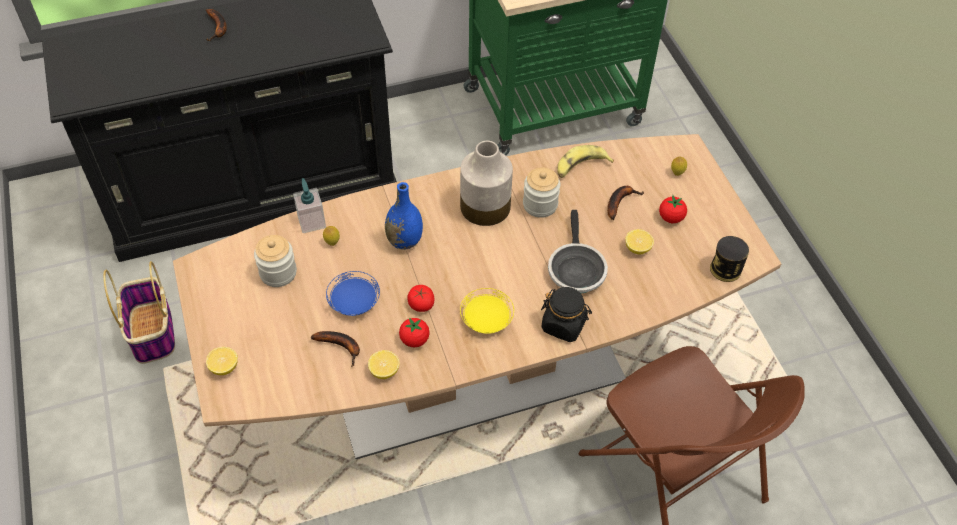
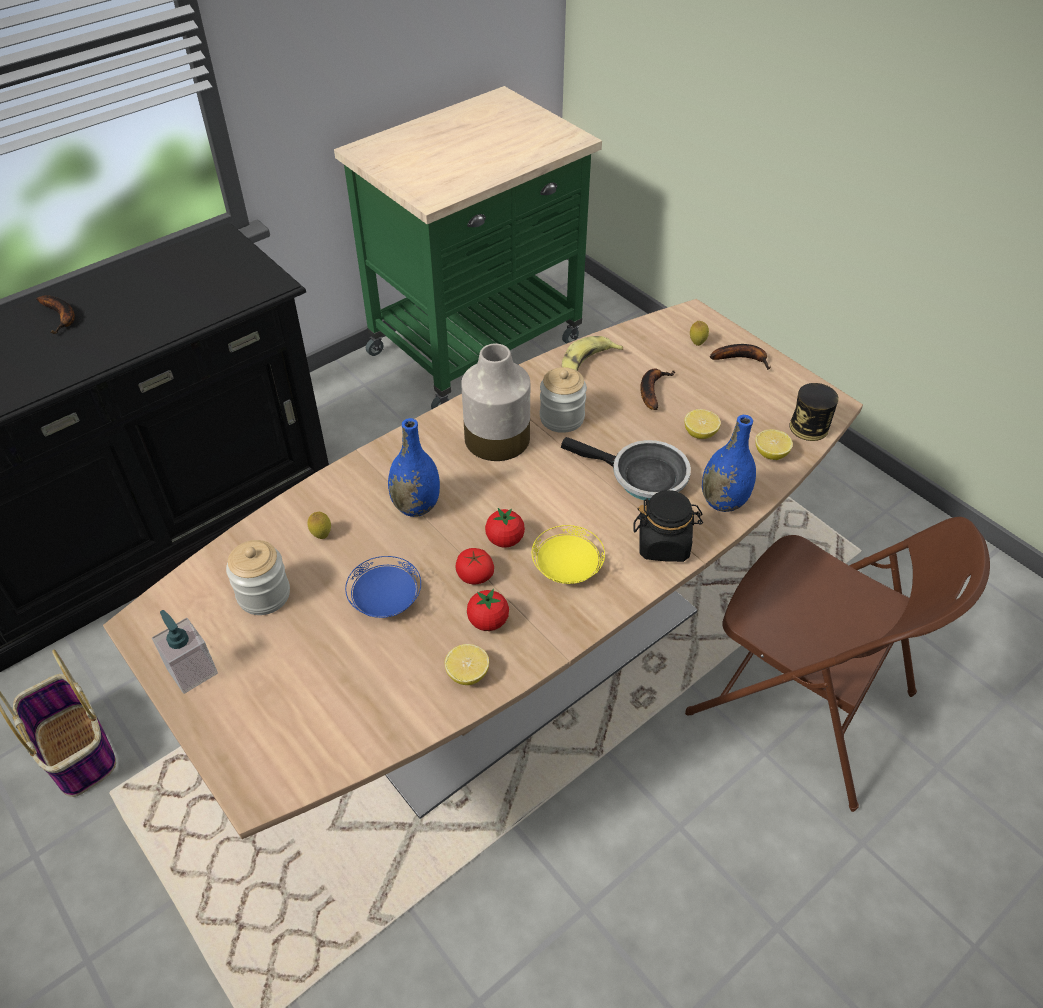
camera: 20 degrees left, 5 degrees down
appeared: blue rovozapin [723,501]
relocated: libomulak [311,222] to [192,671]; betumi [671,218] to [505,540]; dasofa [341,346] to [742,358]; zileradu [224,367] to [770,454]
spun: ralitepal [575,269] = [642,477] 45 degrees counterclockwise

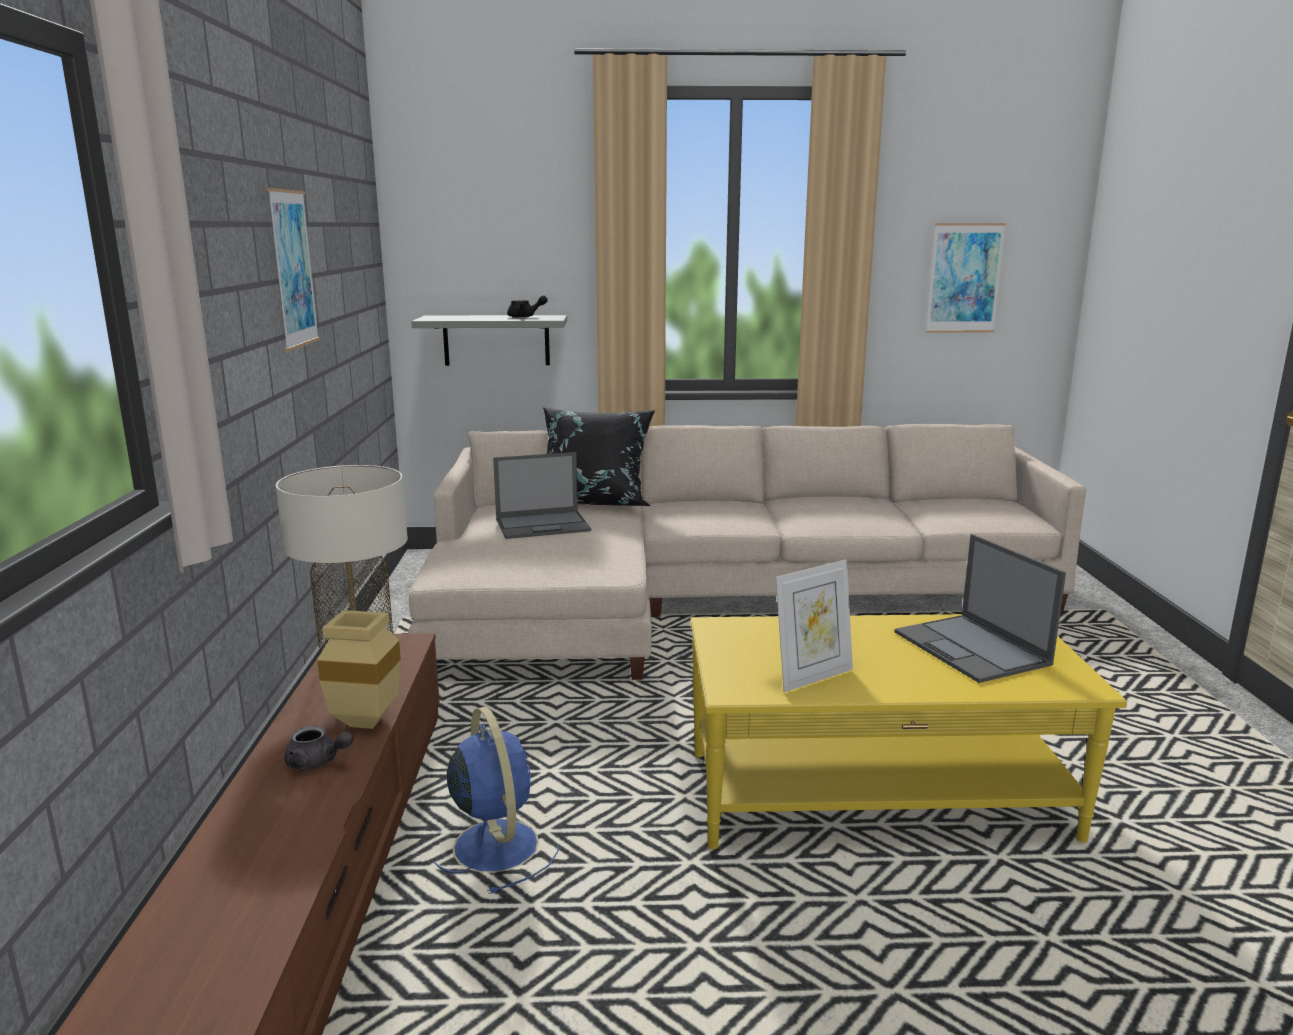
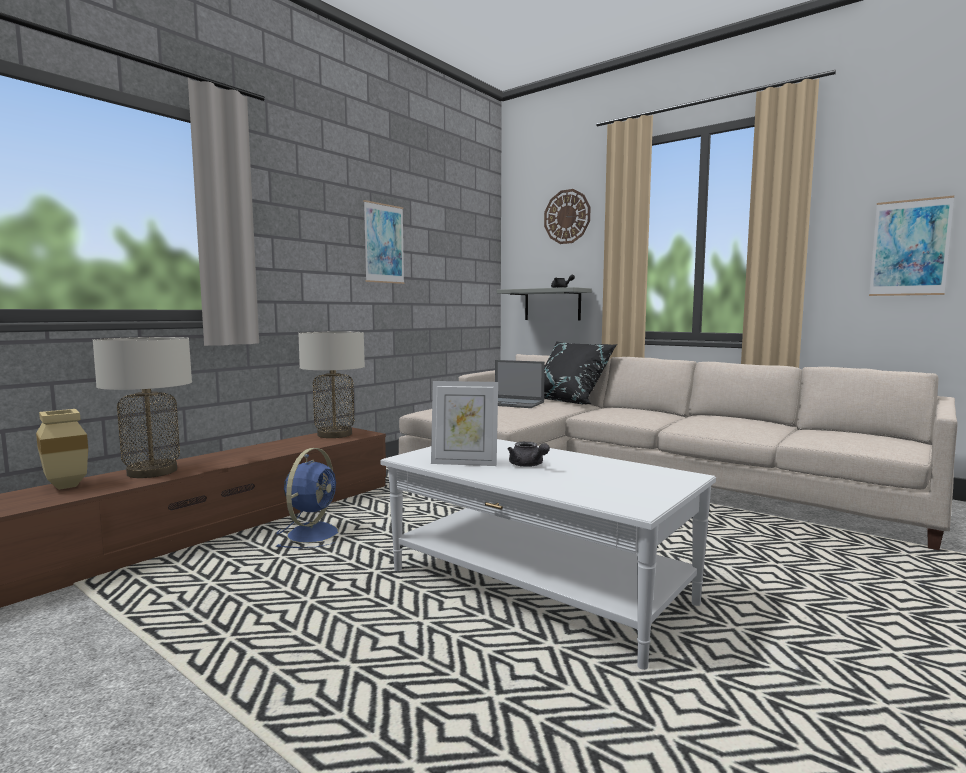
camera: 40 degrees right, 10 degrees down
missing: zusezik [972,649]
appeared: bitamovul [152,472]; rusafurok [567,217]
relocated: beige rovozapin [361,723] to [64,486]; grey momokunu [317,762] to [528,465]
colour: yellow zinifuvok [878,796] to white zinifuvok [539,587]

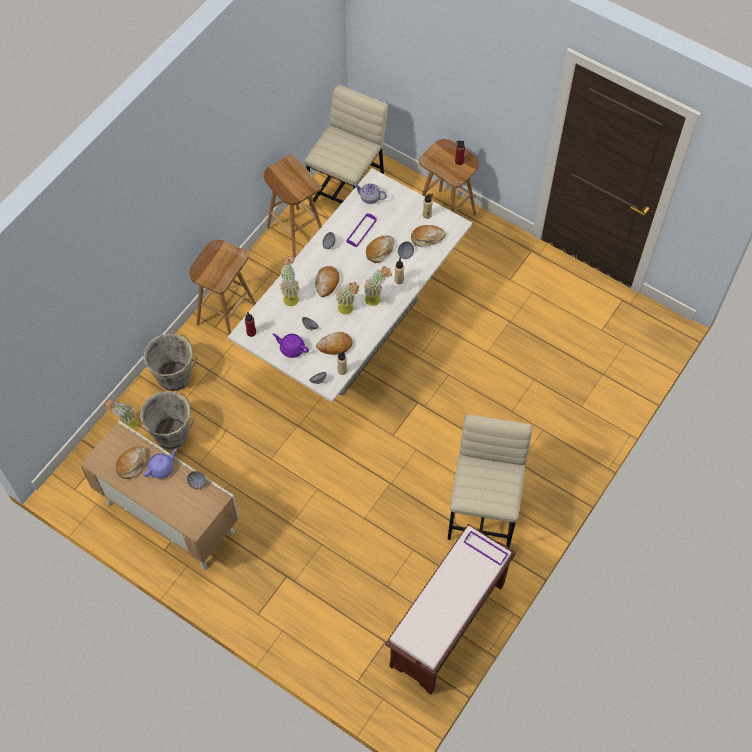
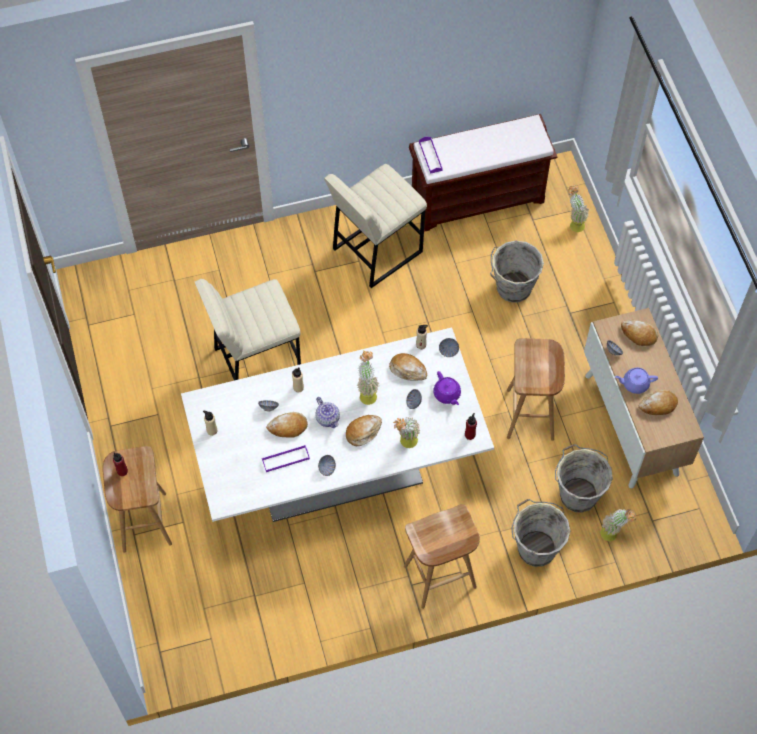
camera: 140 degrees left, 0 degrees up
appeared: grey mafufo [512,289]
relocated: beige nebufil [348,192] to [255,363]; momokunu [370,198] to [328,418]; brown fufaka [295,232] to [531,415]; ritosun [377,299] to [574,223]; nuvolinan [427,238] to [638,334]

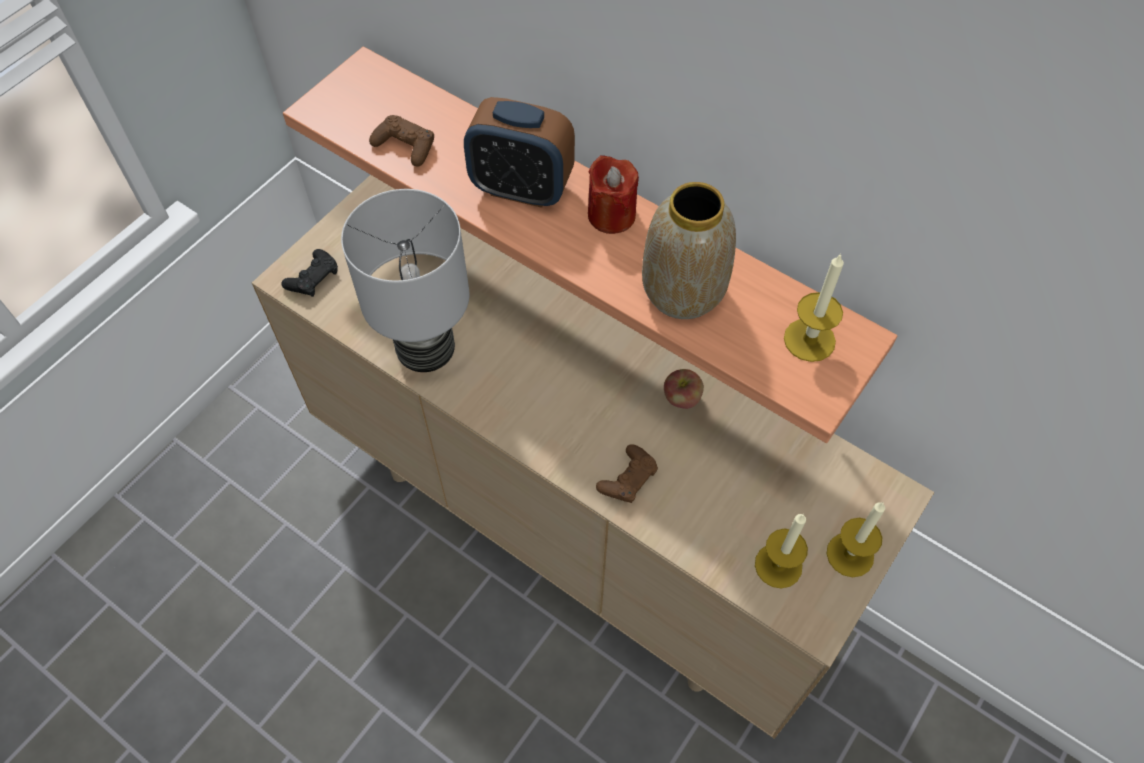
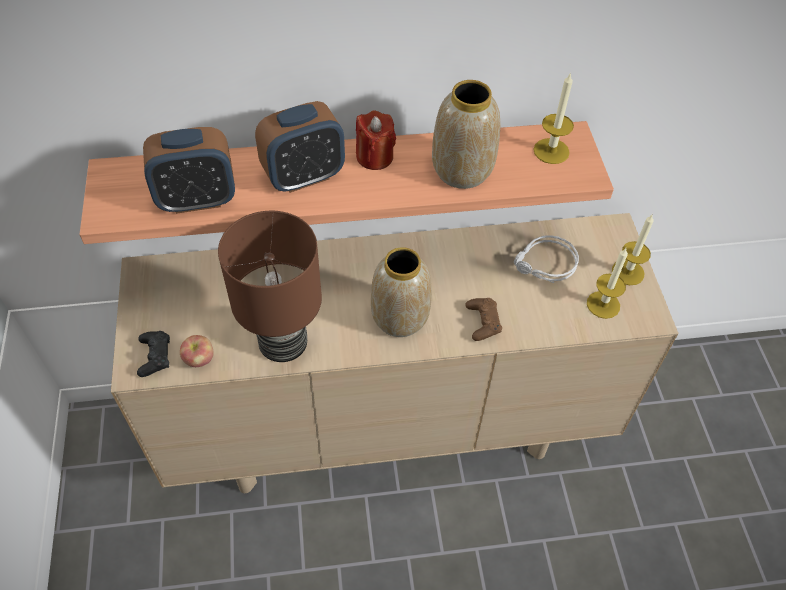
camera: 45 degrees left, 5 degrees down
appeared: rovozapin [400,317]; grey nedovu [545,265]
relocated: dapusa [682,398] to [199,359]
exchanged: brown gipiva [405,146] to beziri [197,199]
colour: grey bitamovul [425,347] to brown bitamovul [282,342]

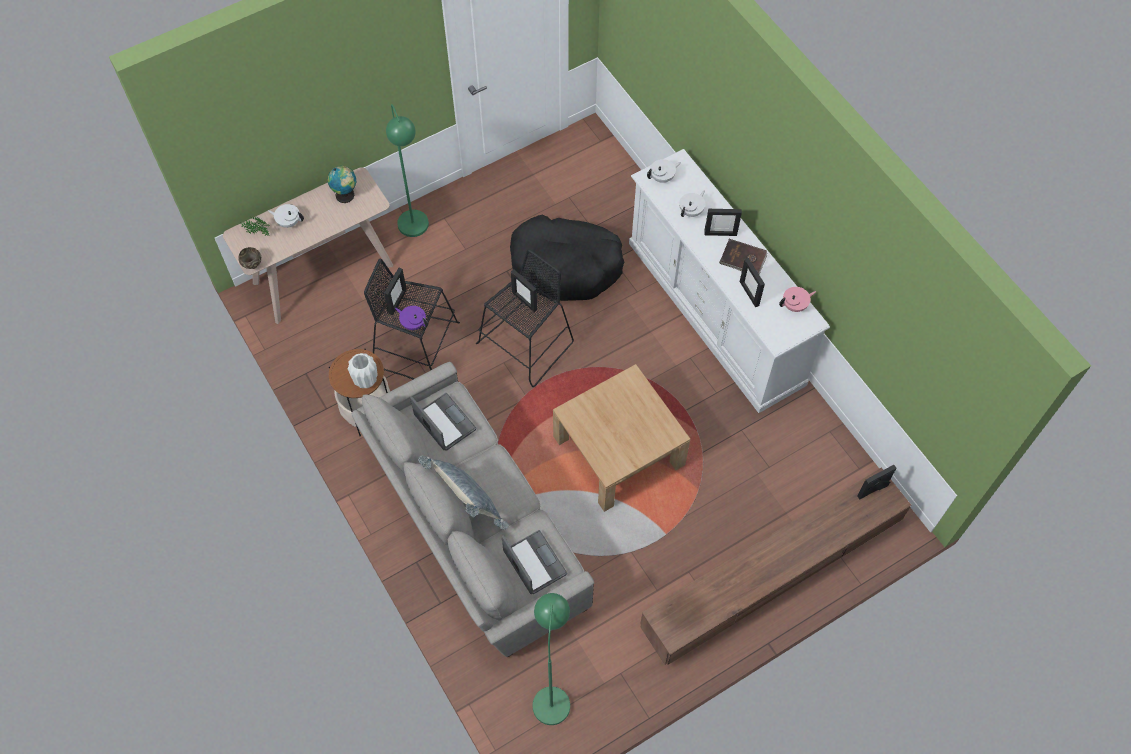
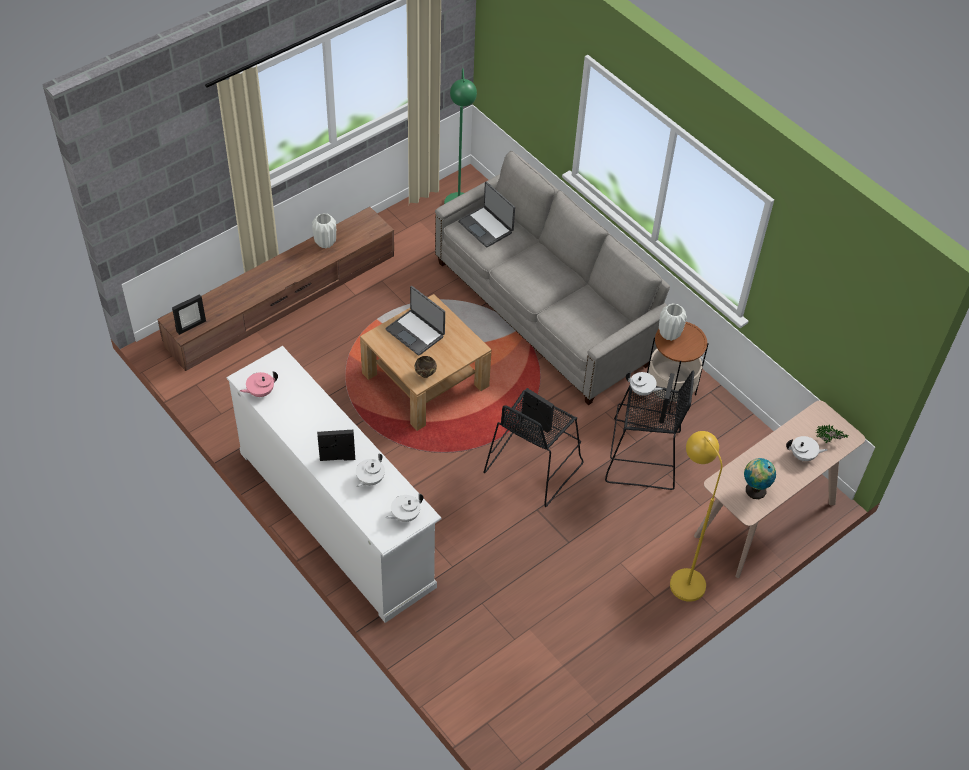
camera: 170 degrees right, 10 degrees down
missing: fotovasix [466,509]; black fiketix [566,265]; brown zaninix [743,259]; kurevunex [750,293]
appeared: white rovozapin [325,243]
relocated: zusezik [444,423] to [416,332]; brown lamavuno [252,265] to [425,374]
colour: purple momokunu [413,323] to white momokunu [642,391]; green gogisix [416,232] to yellow gogisix [681,577]

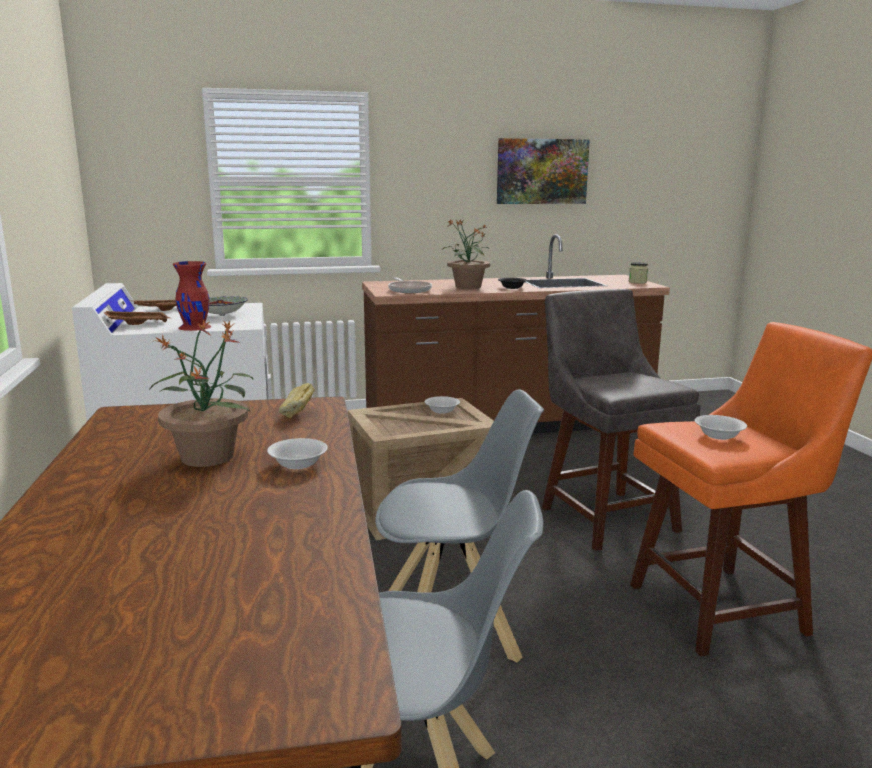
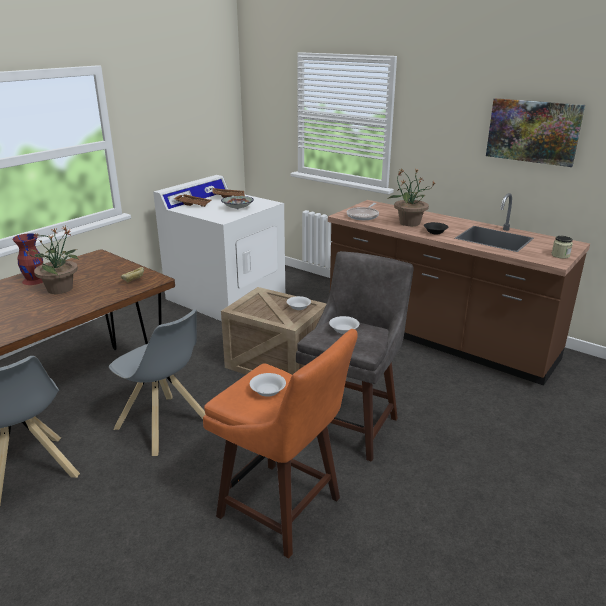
camera: 50 degrees right, 10 degrees up
relocated: red rovozapin [195,327] to [35,280]; white lamavuno [297,464] to [343,330]

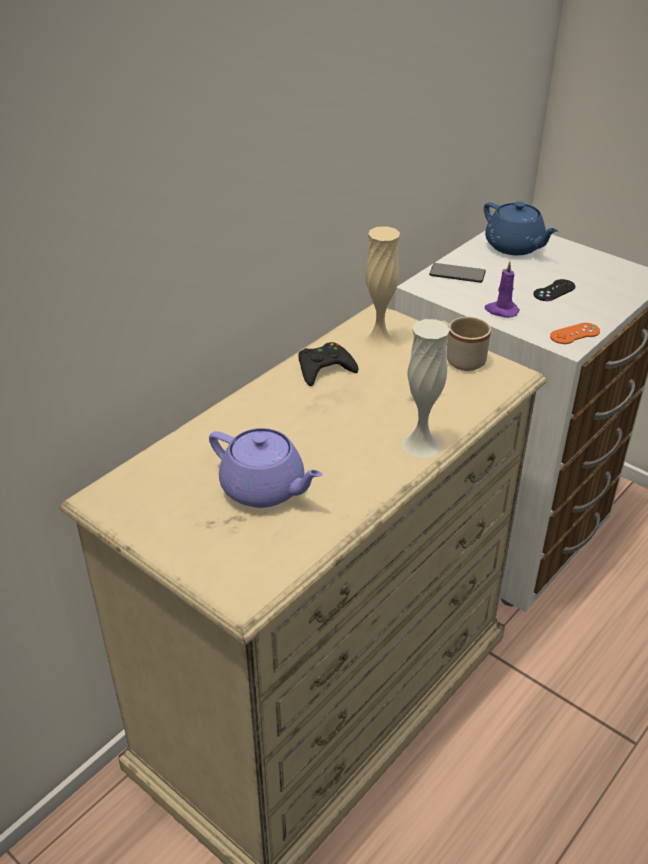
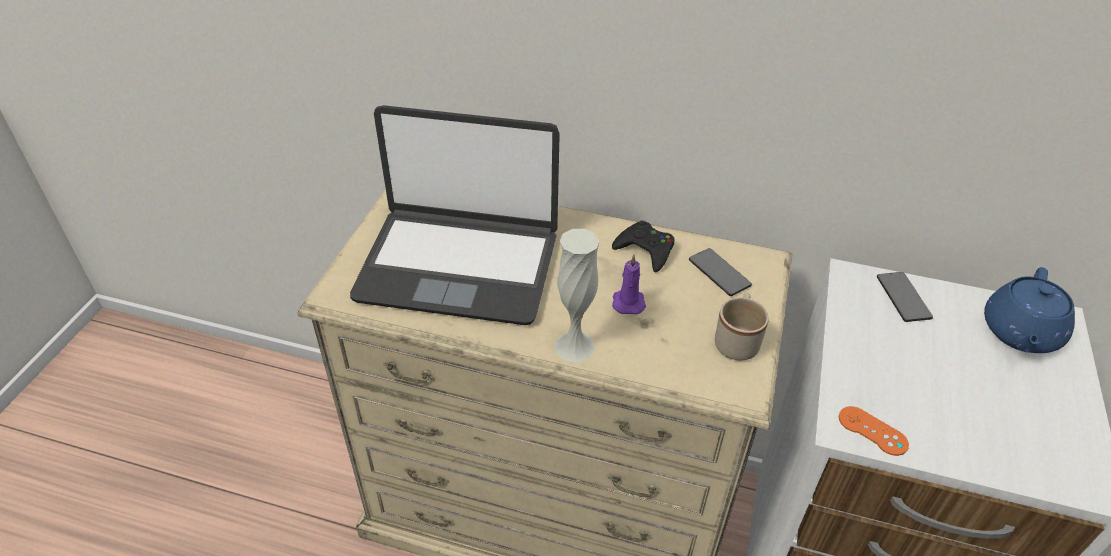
camera: 65 degrees right, 5 degrees up
missing: black gipiva [554,290]
relocated: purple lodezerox [501,310] to [628,301]
exchanged: purple momokunu [264,489] to zusezik [459,265]; beige rovozapin [379,341] to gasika [719,273]

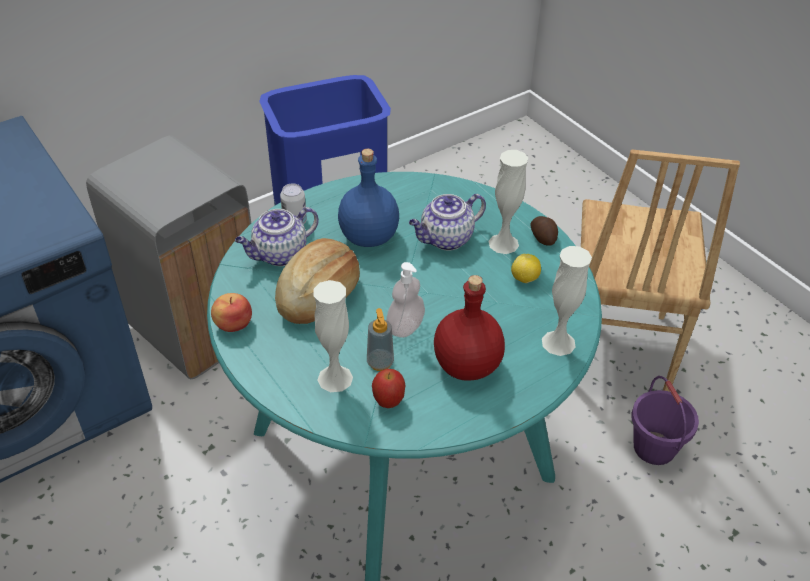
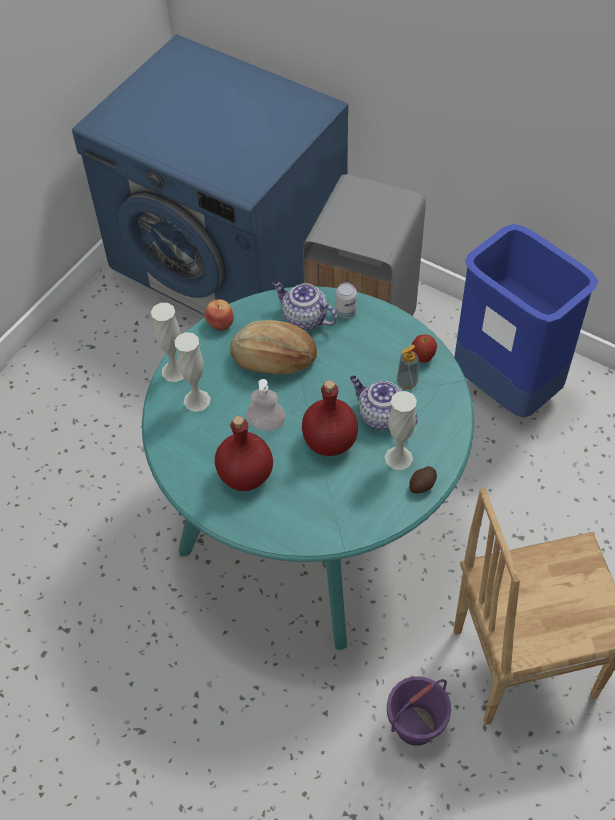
camera: 70 degrees right, 10 degrees up
missing: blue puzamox [368,238]; zileradu [525,279]
appeared: red puzamox [330,440]
relocated: white rovozapin [558,342] to [174,371]; libomulak [380,362] to [407,382]; dapusa [388,402] to [423,358]

